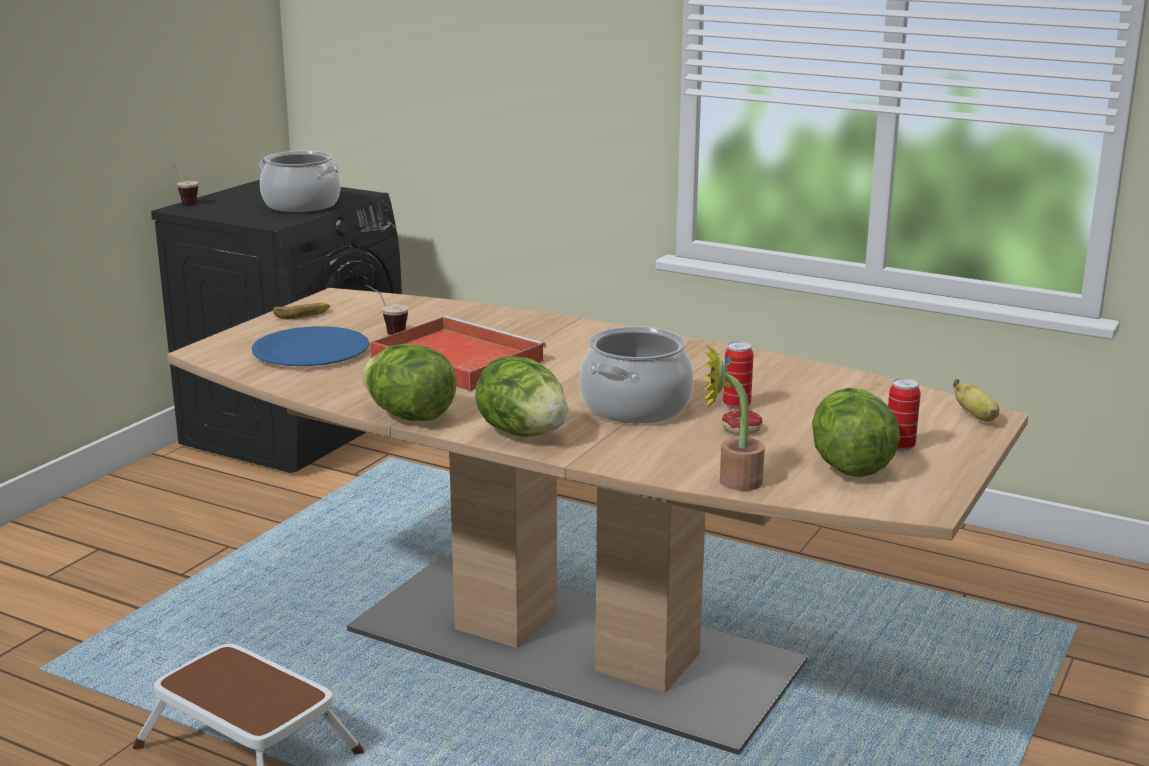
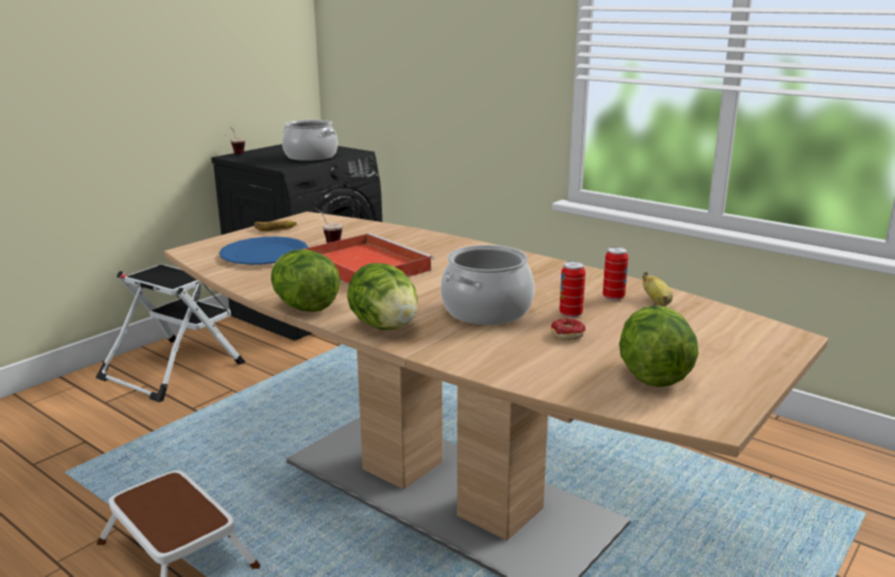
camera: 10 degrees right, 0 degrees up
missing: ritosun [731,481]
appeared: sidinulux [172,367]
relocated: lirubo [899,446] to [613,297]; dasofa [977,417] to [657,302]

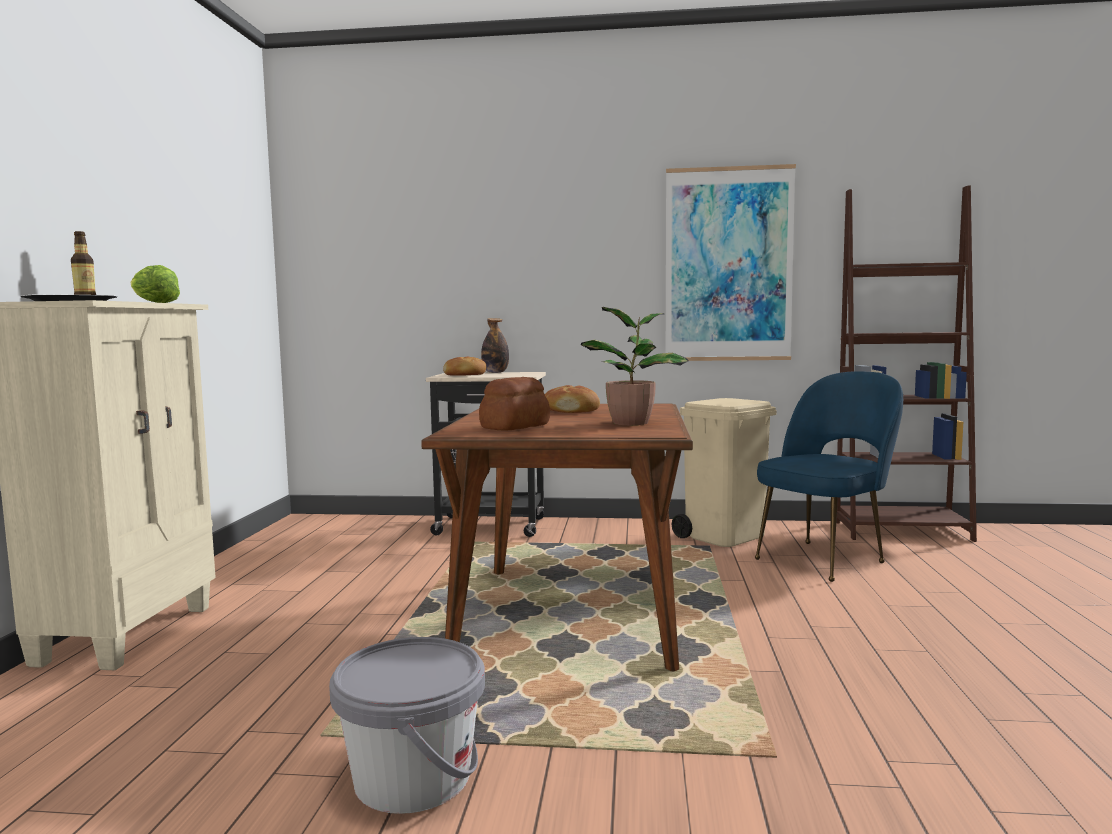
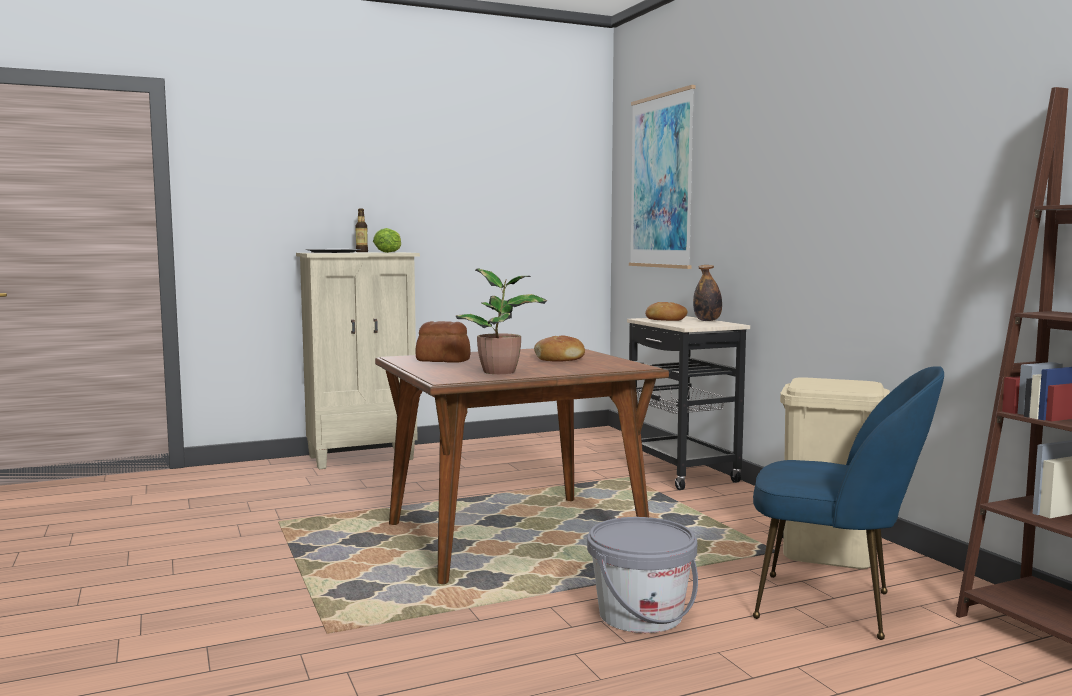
camera: 60 degrees right, 0 degrees up
relocated: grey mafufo [413,777] to [641,615]; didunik [728,265] to [661,181]

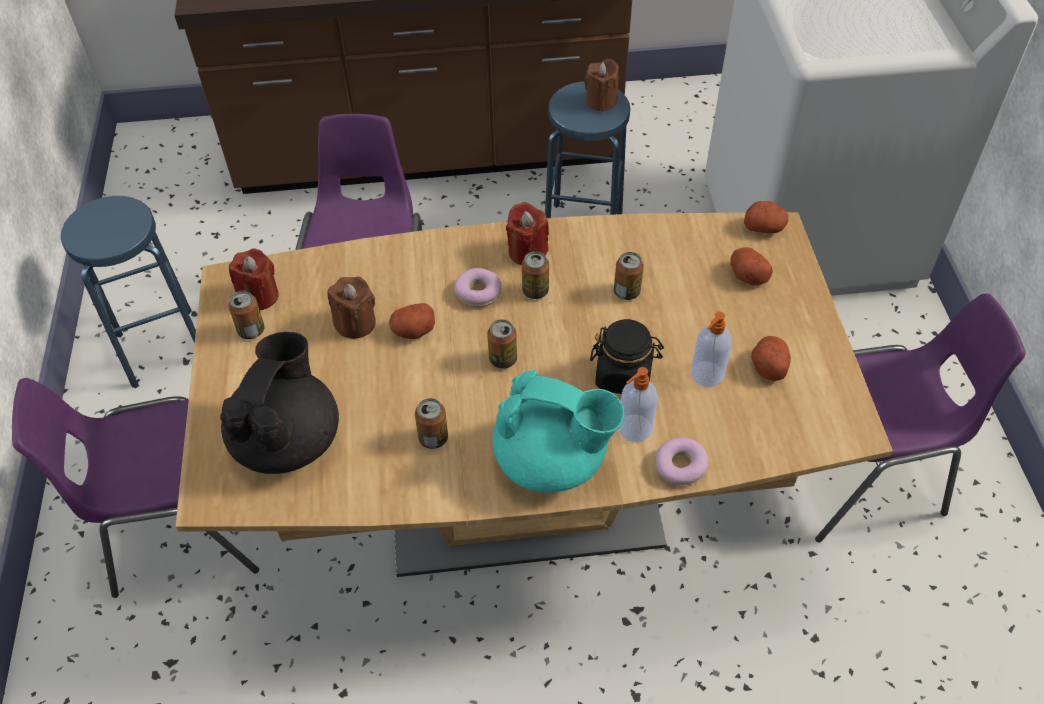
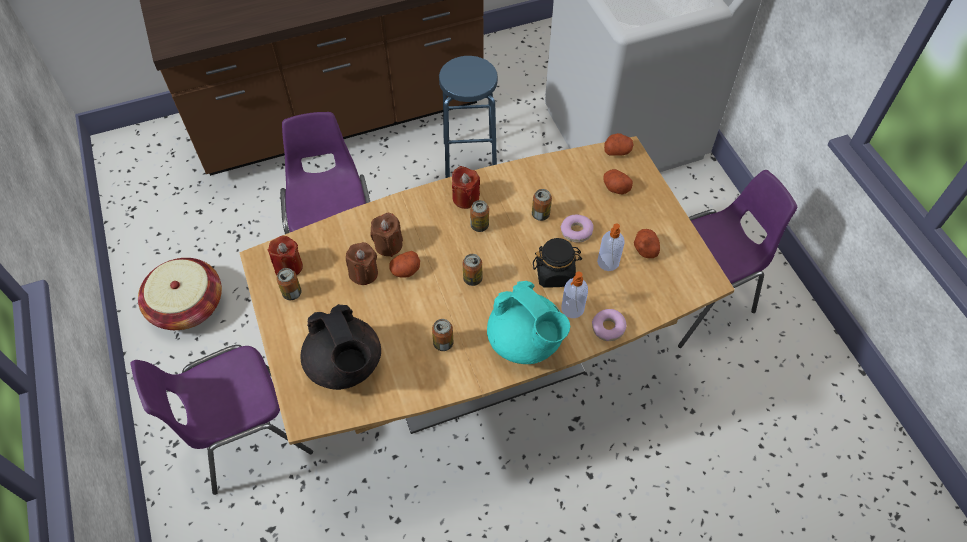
camera: 15 degrees left, 5 degrees up
relocated: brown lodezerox [601,101] to [388,245]; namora [478,292] to [576,231]
exchanged: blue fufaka [162,347] to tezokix [187,305]
spun: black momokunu [288,440] = [345,365] 150 degrees clockwise; turquoise momokunu [552,460] = [526,341] 45 degrees clockwise

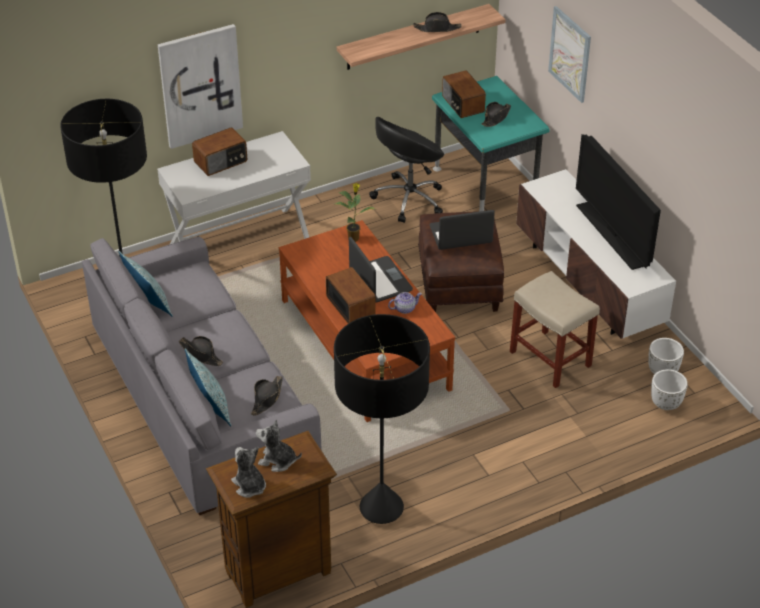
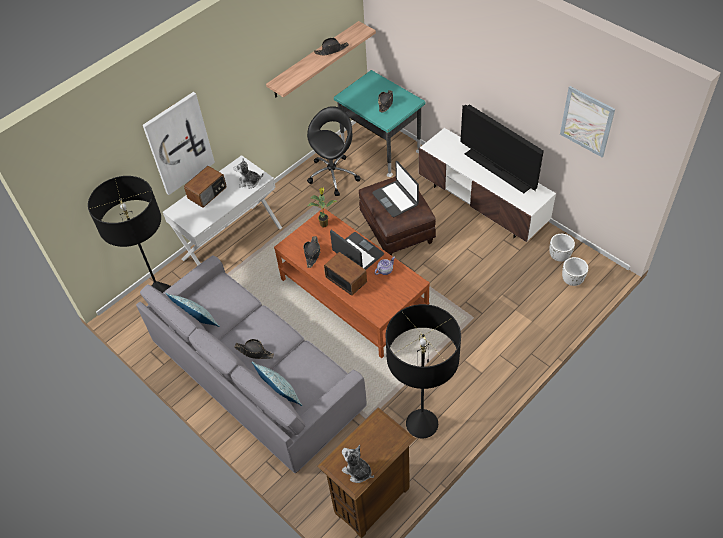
camera: 15 degrees left, 10 degrees up
missing: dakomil [462,104]; beige fufaka [551,359]
relocated: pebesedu [277,461] to [249,182]; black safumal [267,398] to [312,253]; didunik [570,54] to [587,121]
spun: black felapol [407,200] = [334,174] 150 degrees counterclockwise; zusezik [461,235] = [395,199] 90 degrees counterclockwise

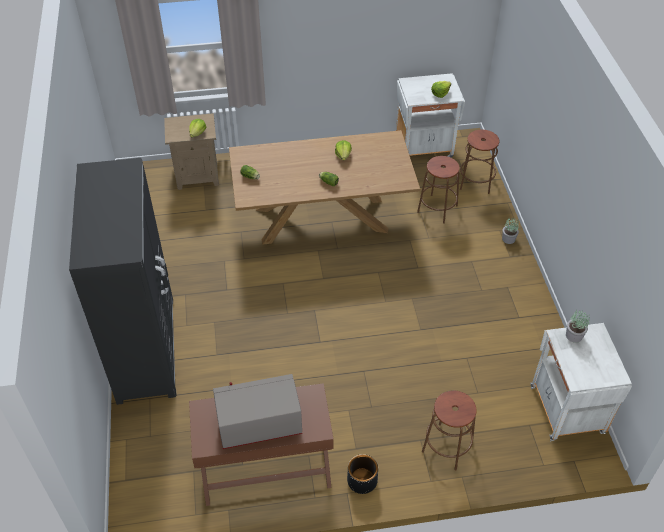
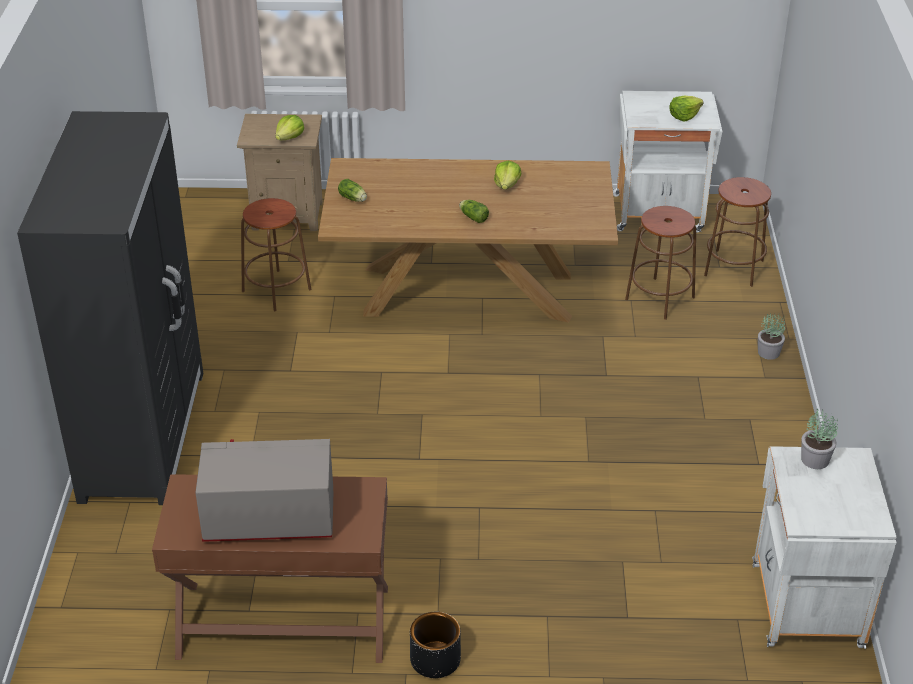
camera: 10 degrees right, 10 degrees down
relocated: brown fufaka [447,446] to [276,290]

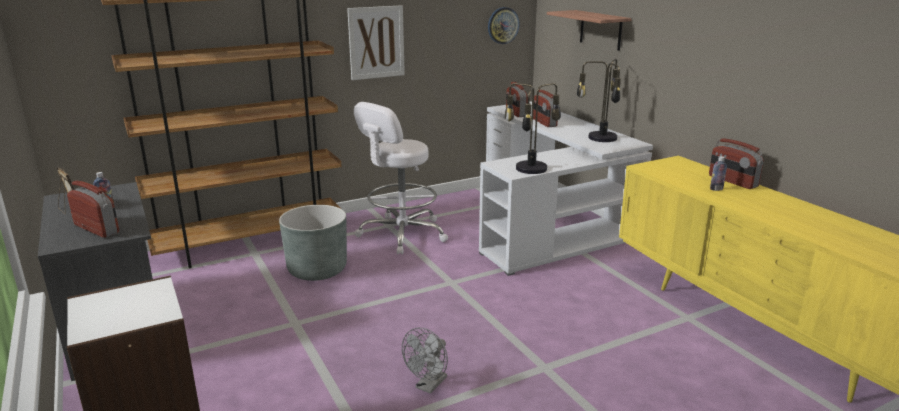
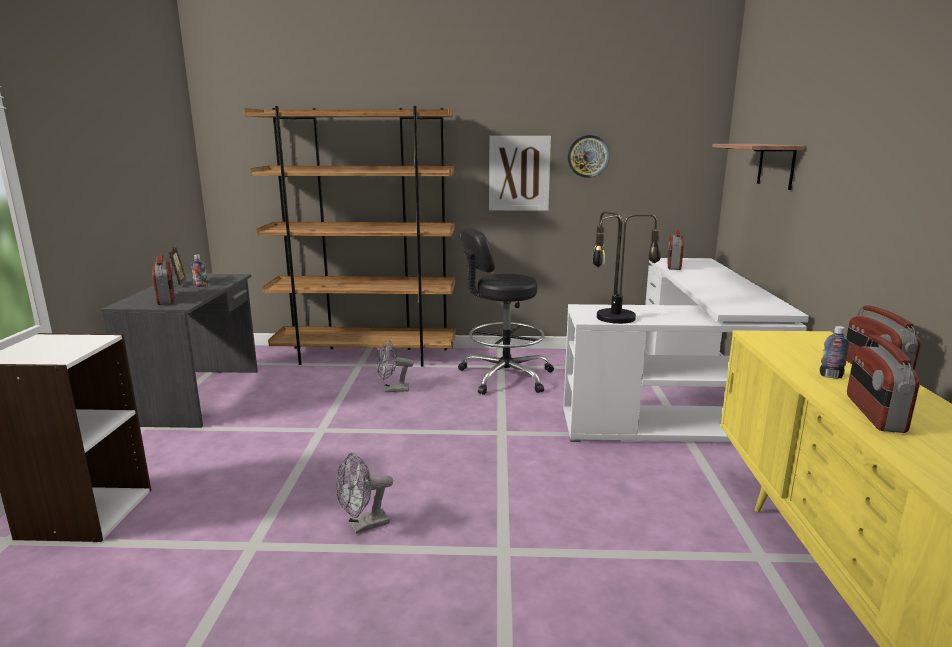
camera: 30 degrees right, 5 degrees down
missing: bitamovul [602,138]
relocated: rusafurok [503,25] to [588,156]; dakomil [543,122] to [873,413]
exchanged: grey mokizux [317,269] to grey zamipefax [392,390]
colour: white fufaka [401,234] to black fufaka [504,377]

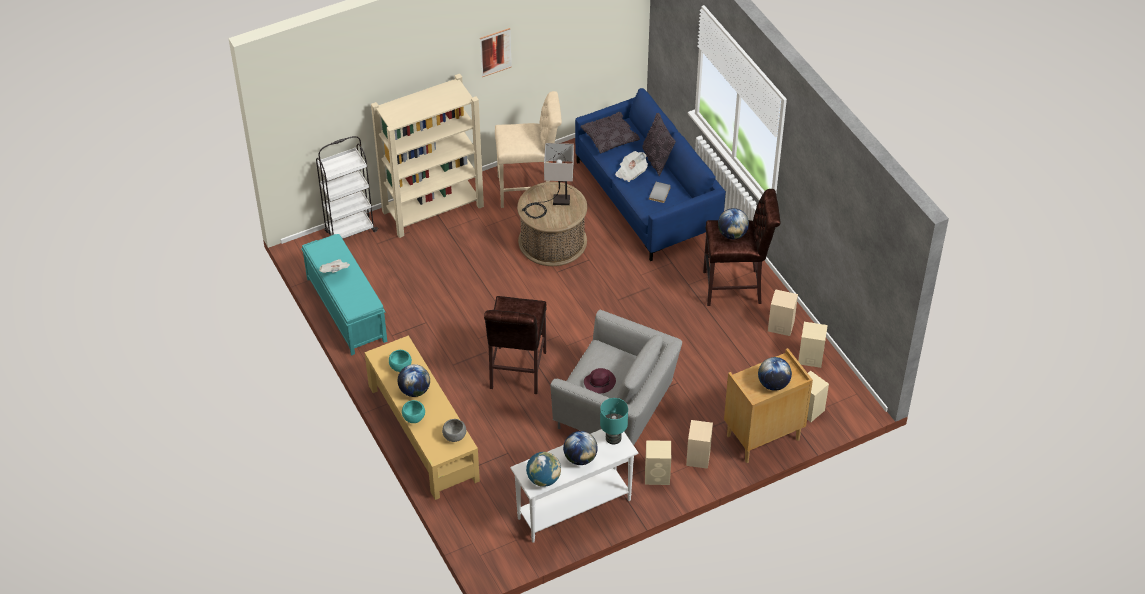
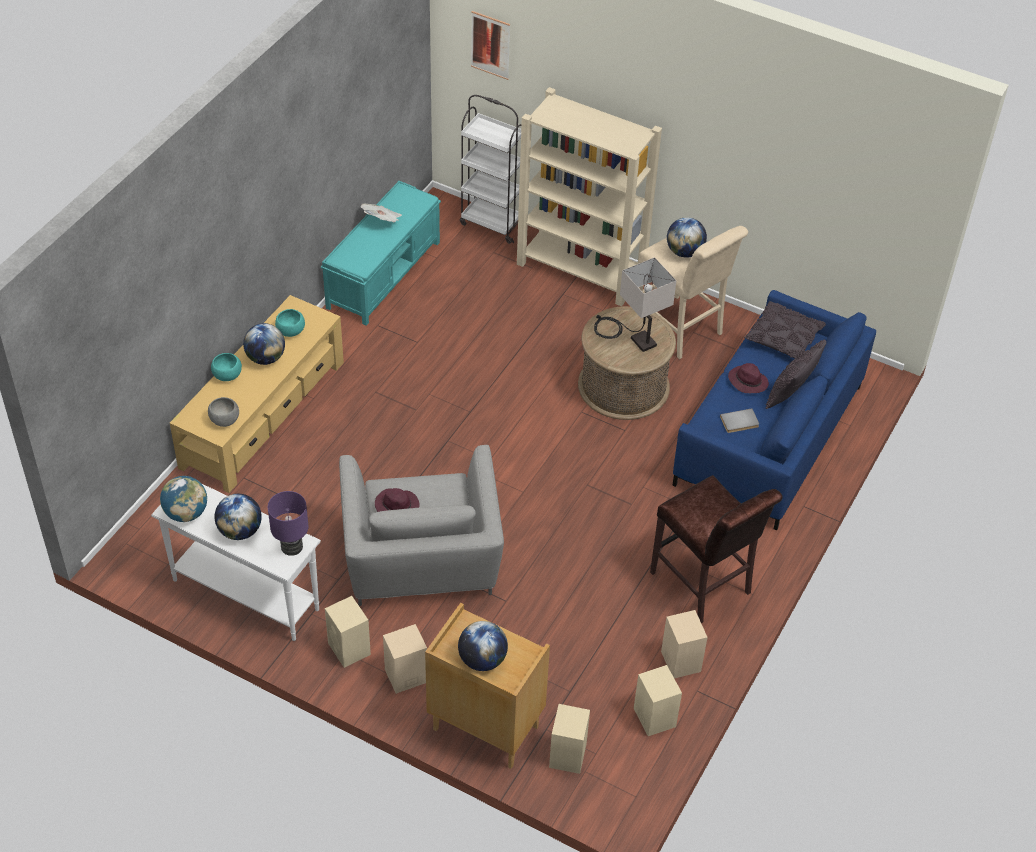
camera: 55 degrees right, 0 degrees up
missing: brown fufaka [516,373]
relocated: didunik [495,52] to [490,45]; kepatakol [732,234] to [684,252]
exchanged: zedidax [631,172] to purple safumal [747,381]
colour: turquoise bitamovul [613,438] to purple bitamovul [292,547]

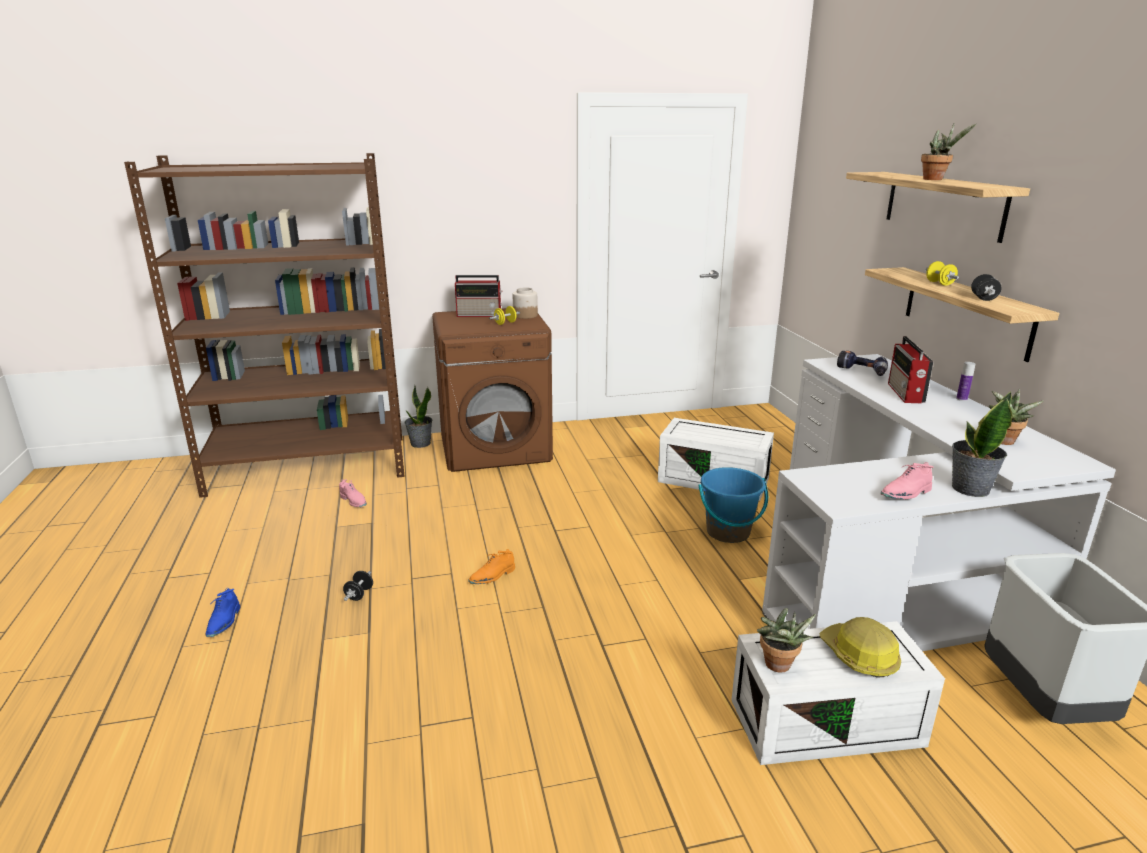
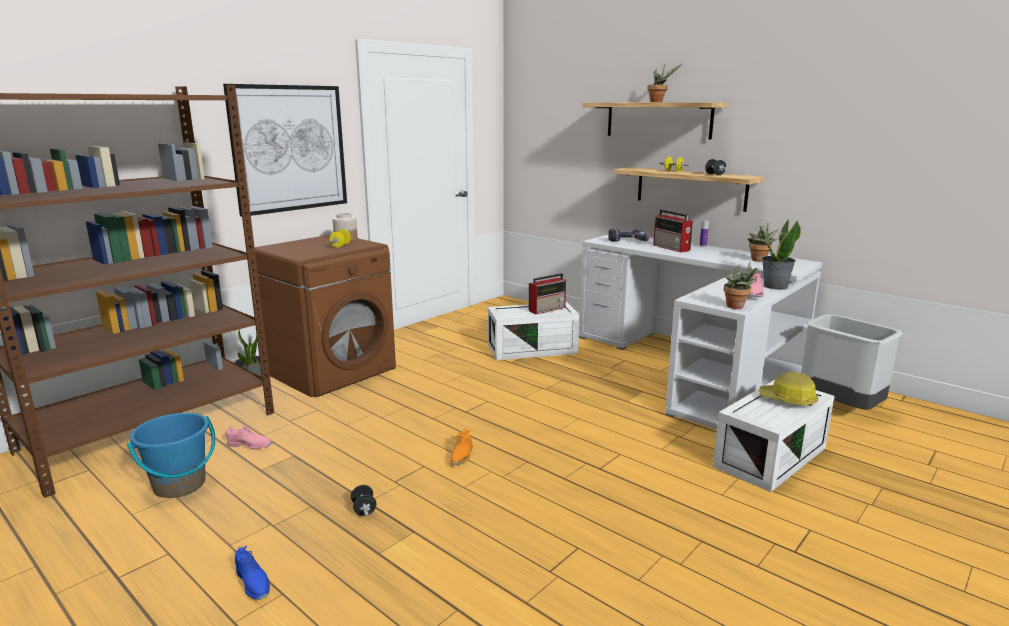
camera: 35 degrees left, 5 degrees down
appeared: didunik [289,148]
relocated: blue mafufo [728,532] to [180,485]; dakomil [480,315] to [547,309]; ritosun [779,667] to [737,307]

